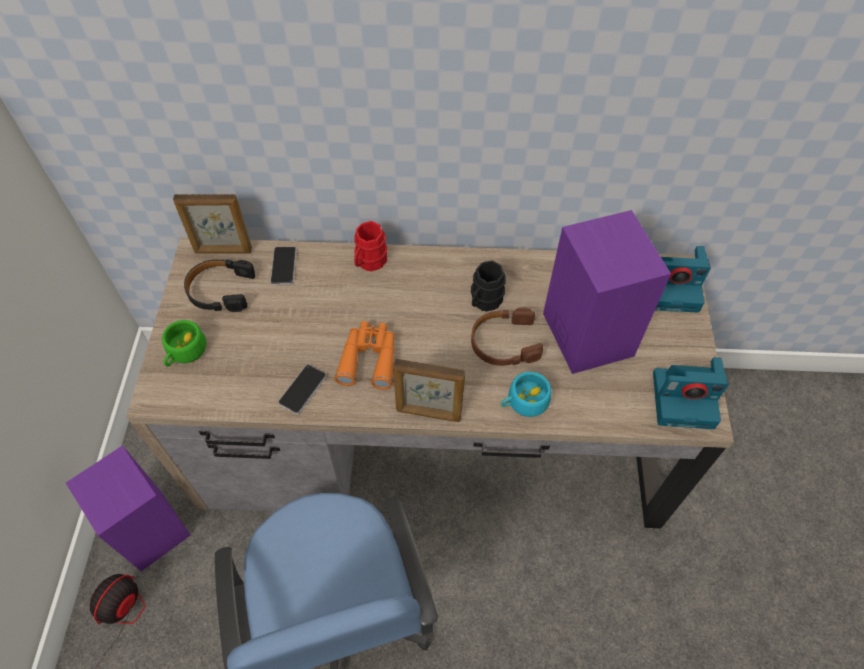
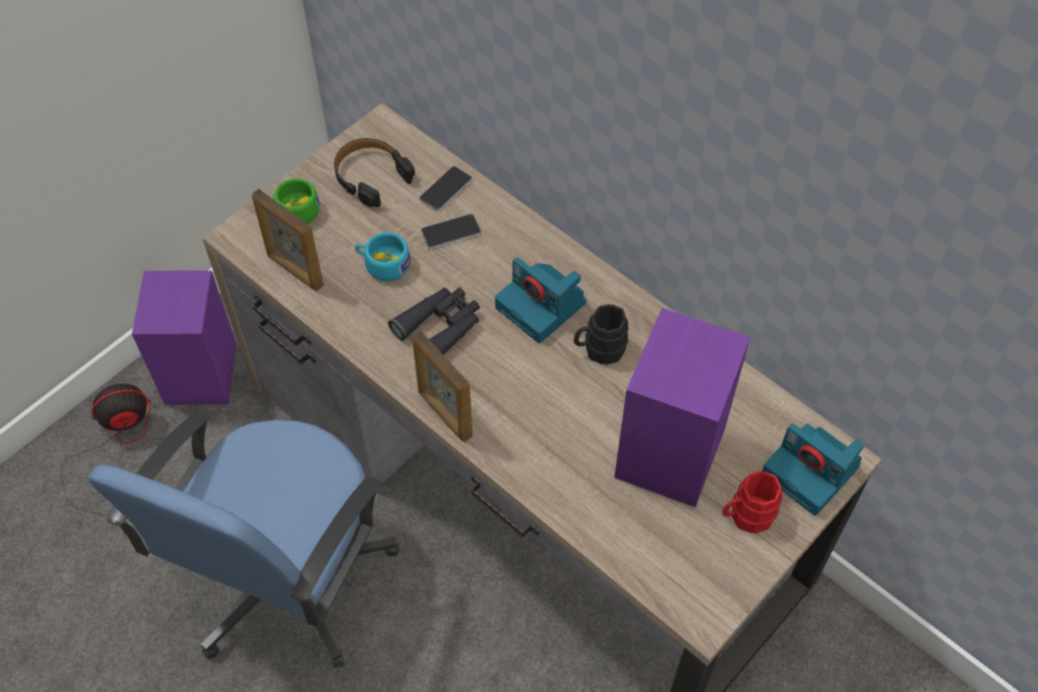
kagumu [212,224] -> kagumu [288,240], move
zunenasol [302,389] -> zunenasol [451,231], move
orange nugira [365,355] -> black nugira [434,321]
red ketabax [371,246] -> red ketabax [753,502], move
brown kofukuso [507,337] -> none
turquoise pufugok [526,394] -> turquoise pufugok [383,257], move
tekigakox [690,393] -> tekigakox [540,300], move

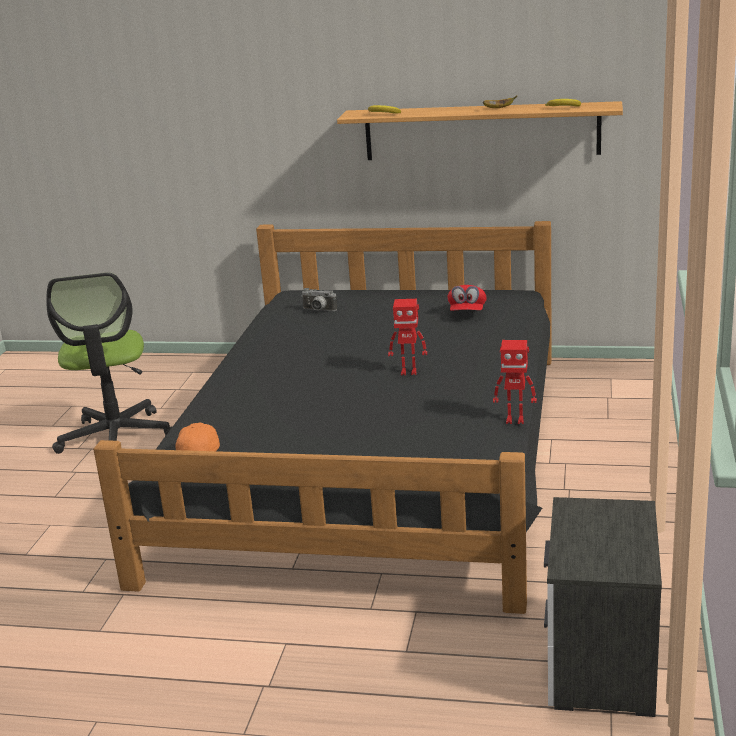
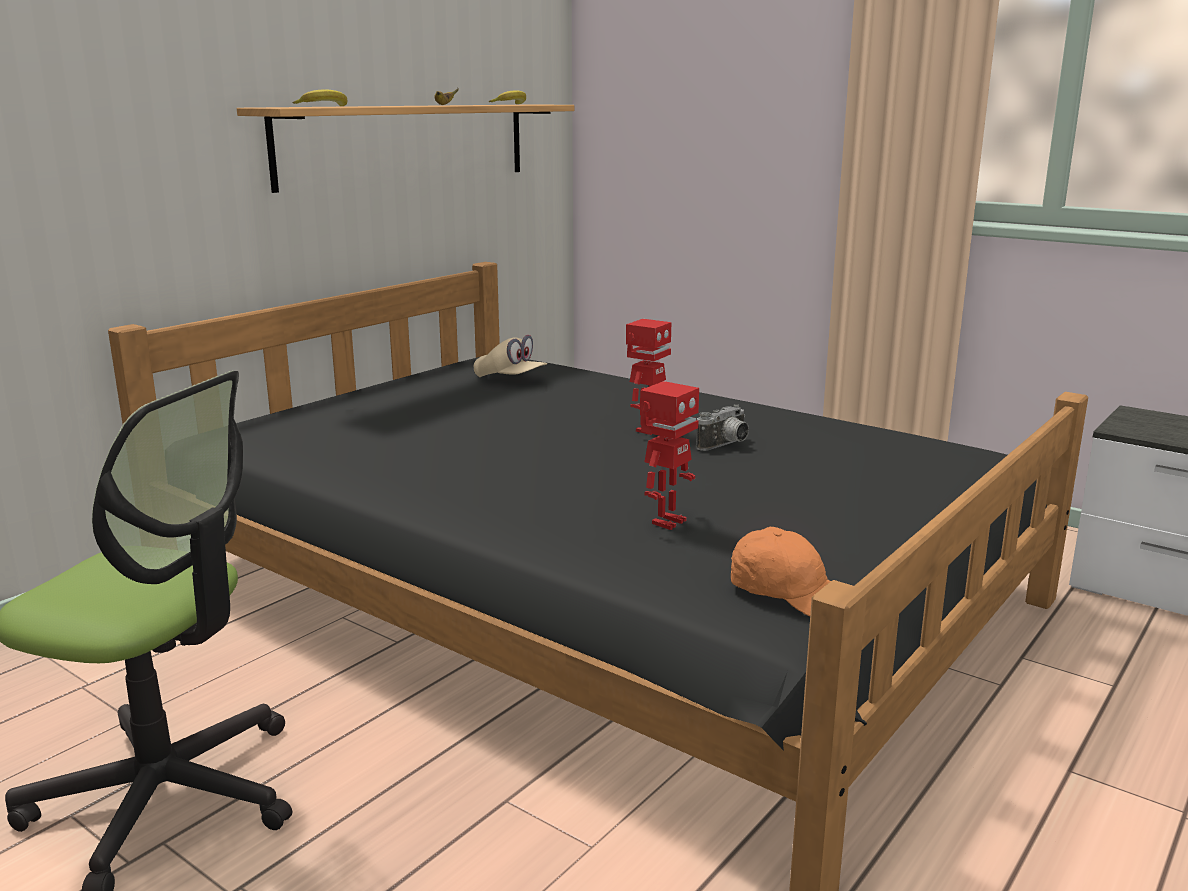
tekigakox [319,299] -> tekigakox [723,427], move
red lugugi [467,298] -> beige lugugi [510,356]
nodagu [515,382] -> nodagu [669,455], move

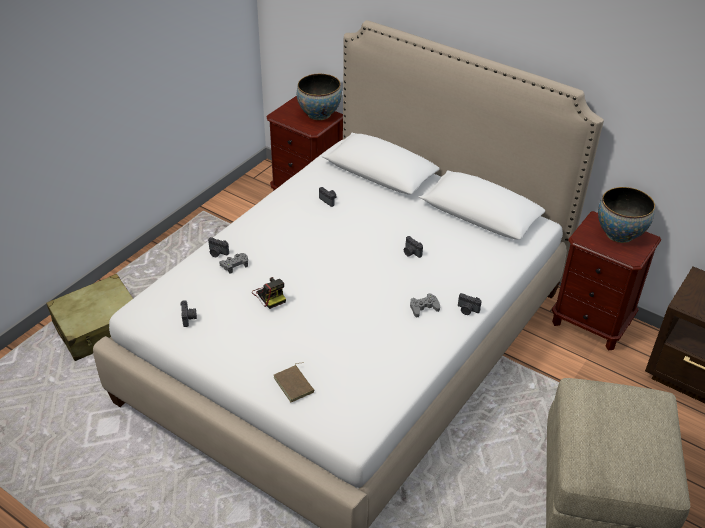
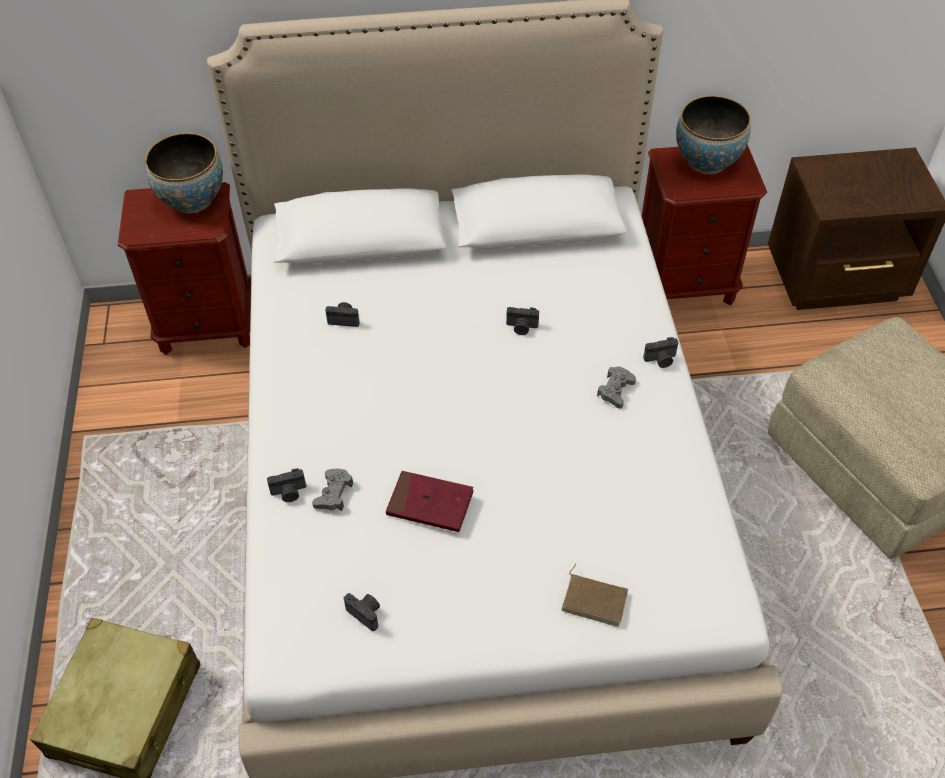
tekigakox [269,293] -> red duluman [430,501]

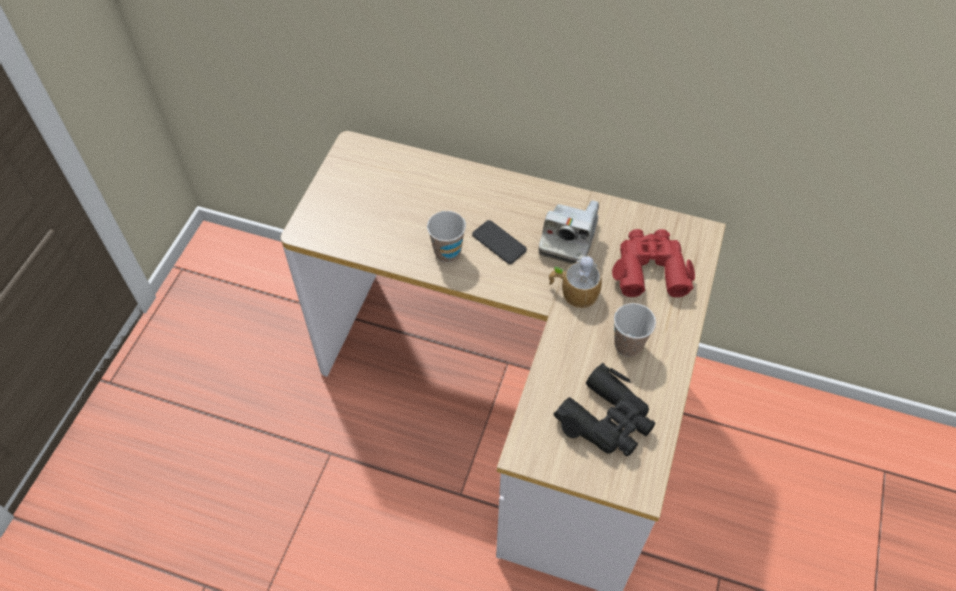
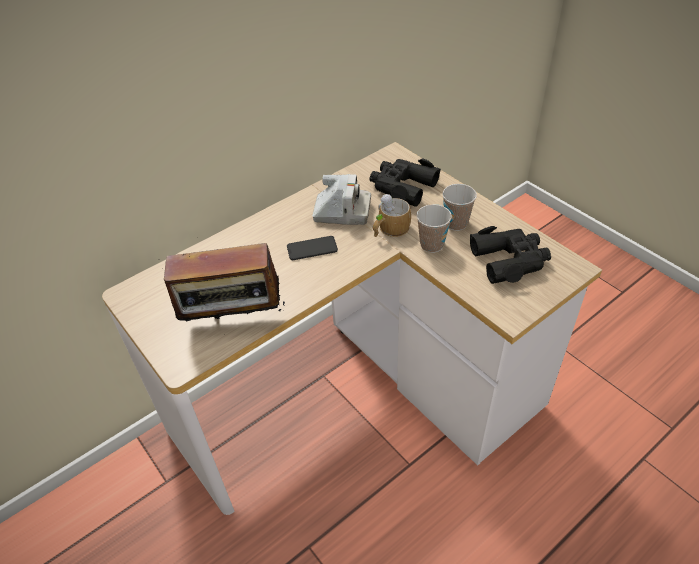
pufugok [446,237] -> pufugok [434,228], move
tekigakox [569,232] -> tekigakox [341,199], 45 degrees counterclockwise
red nugira [653,263] -> black nugira [405,183]
none -> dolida [222,289]

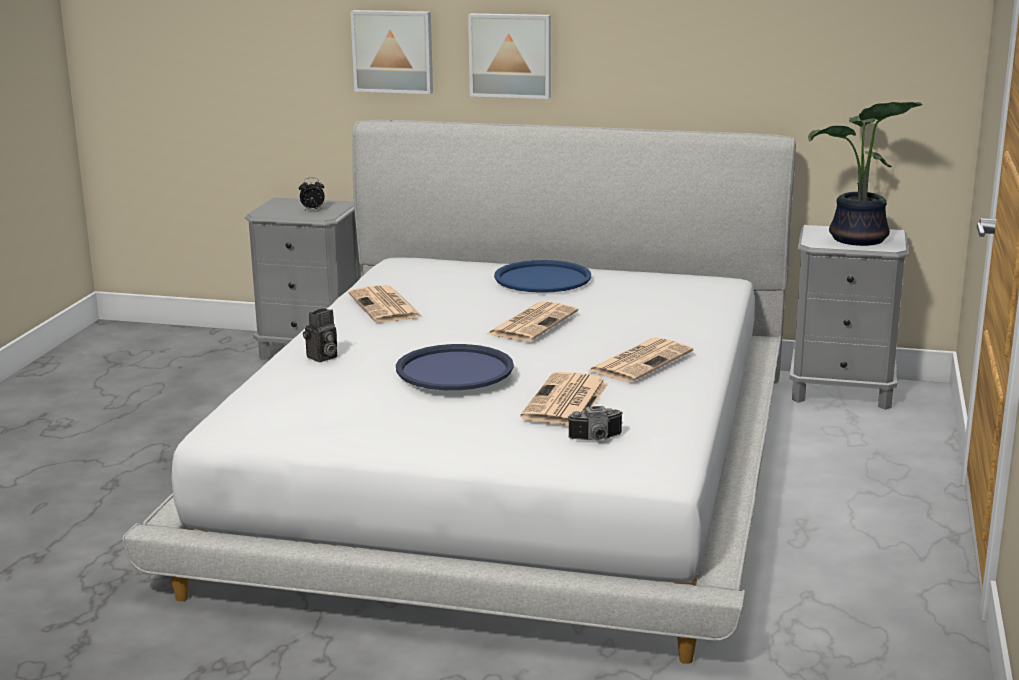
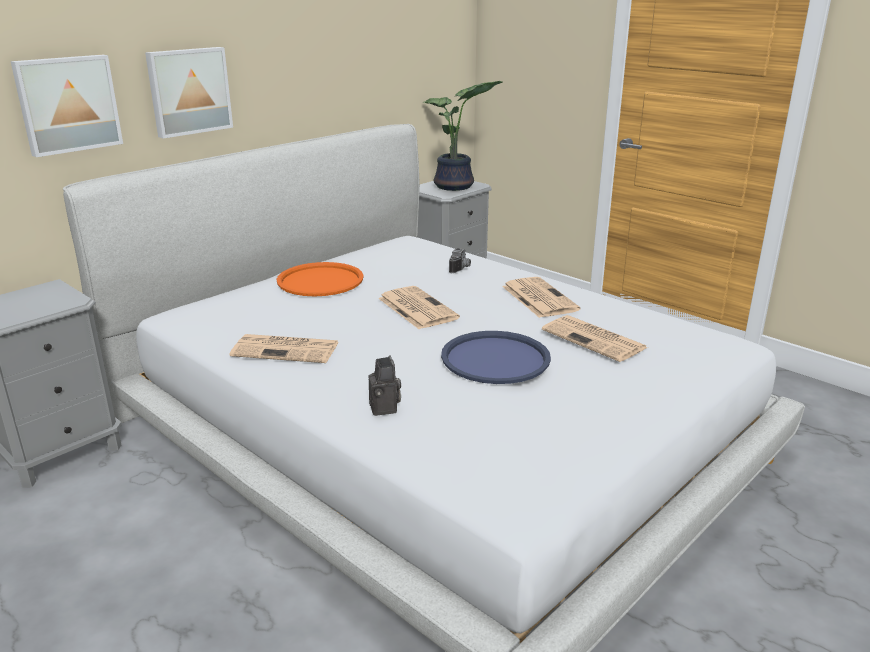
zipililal [312,194] -> none
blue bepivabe [542,276] -> orange bepivabe [320,279]
tekigakox [595,423] -> tekigakox [460,260], move

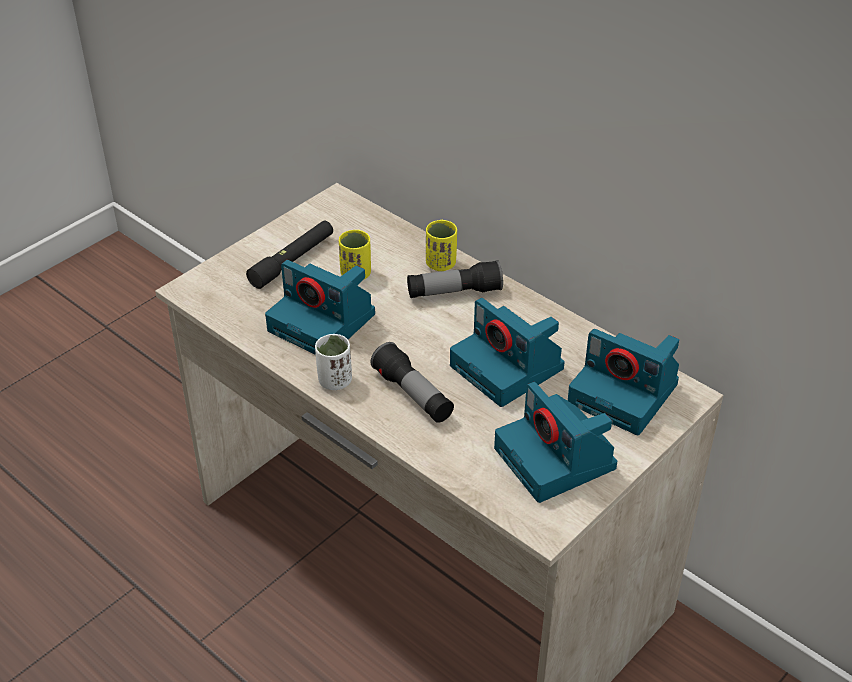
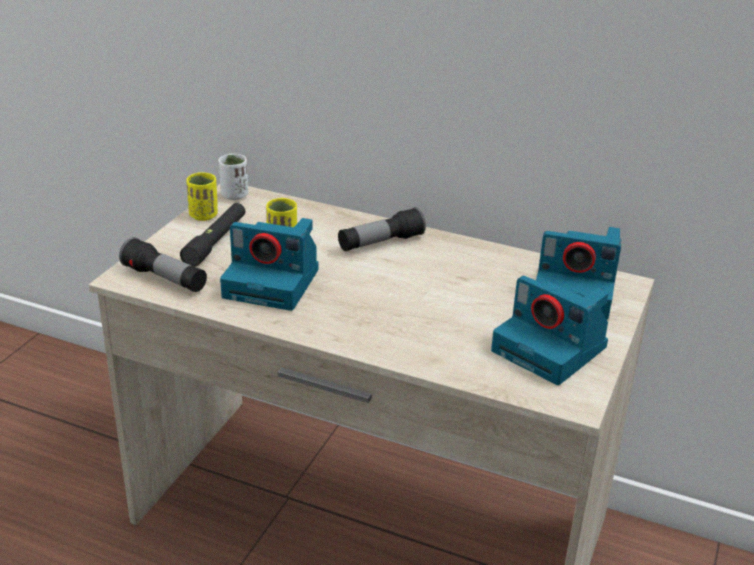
white pufugok [333,362] -> white pufugok [233,177], move
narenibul [412,382] -> narenibul [163,264], move
yellow pufugok [441,245] -> yellow pufugok [202,196], move
tekigakox [507,352] -> none

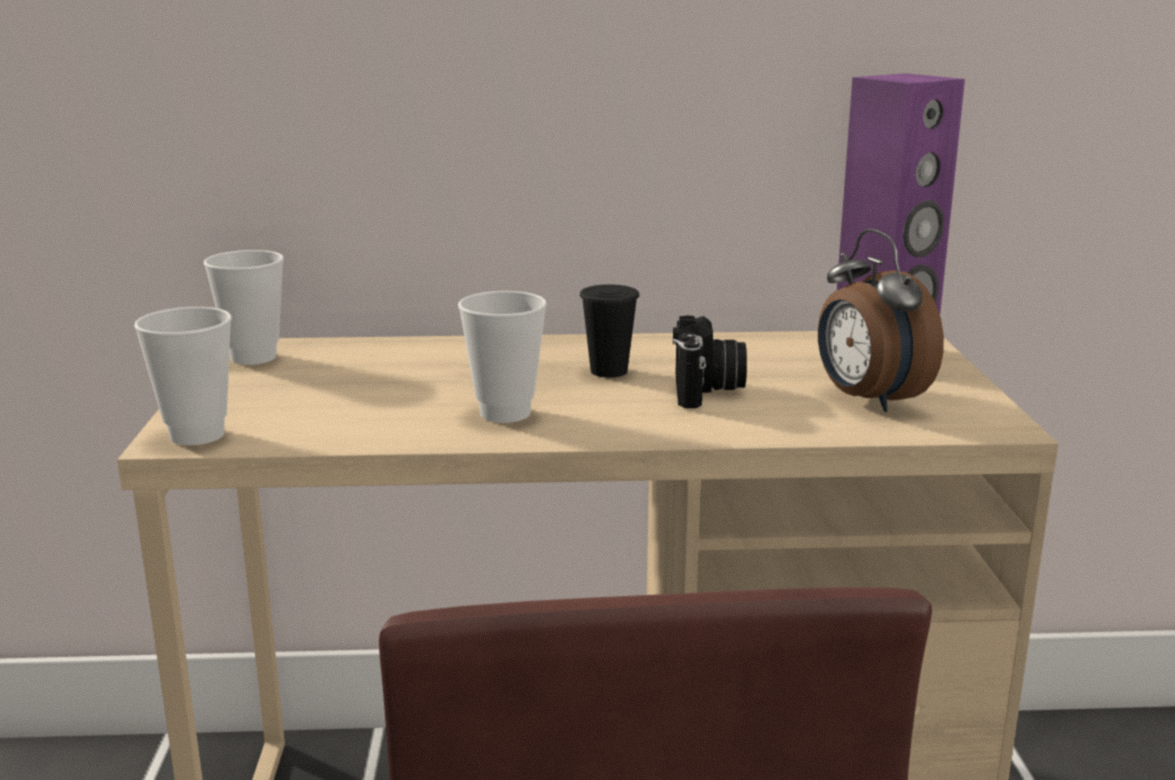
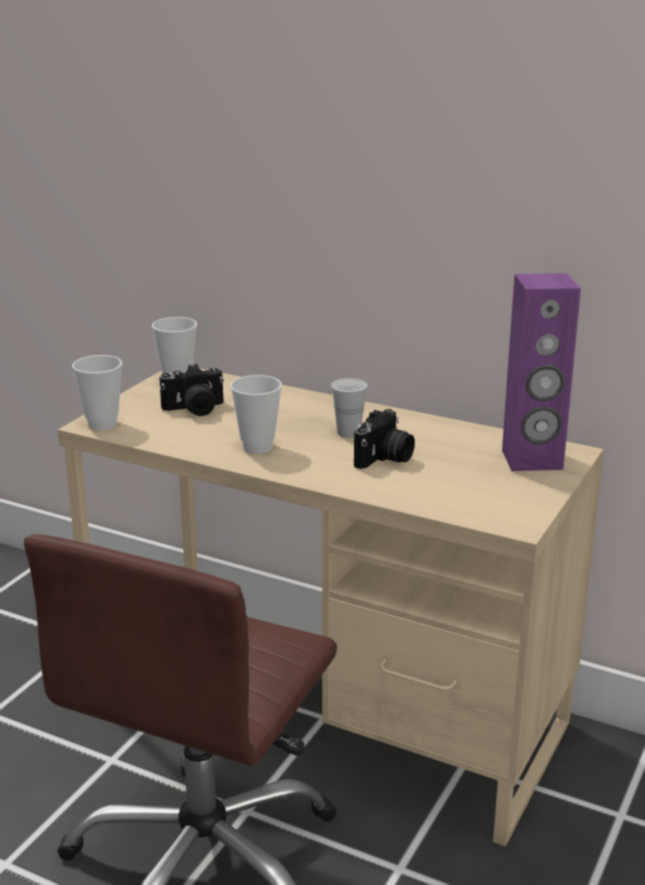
black pufugok [609,331] -> white pufugok [349,408]
zipililal [881,320] -> none
none -> tekigakox [191,390]

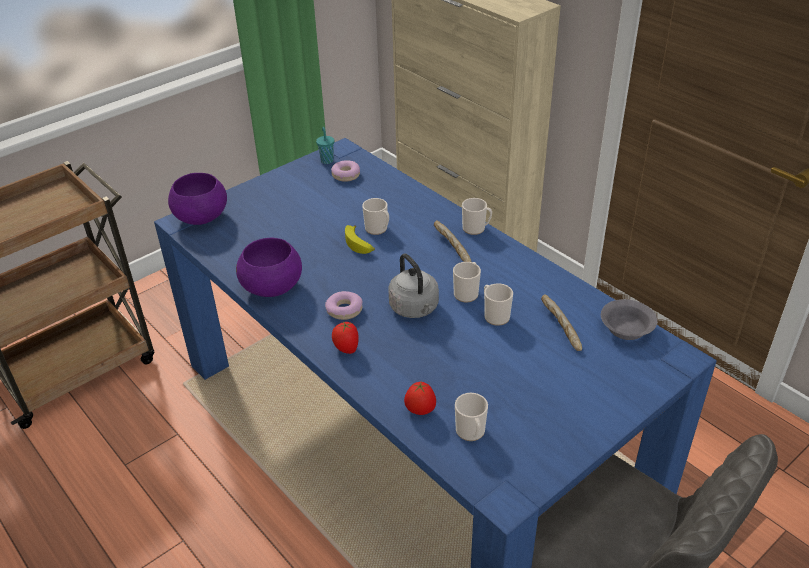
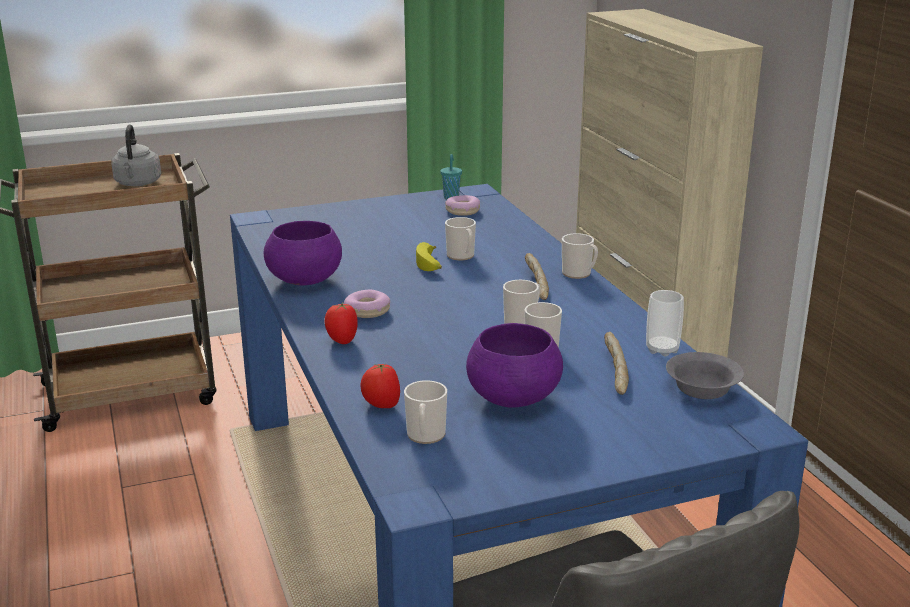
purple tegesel [197,199] -> purple tegesel [514,365], move
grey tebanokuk [413,286] -> grey tebanokuk [136,155], move
none -> pufugok [665,323]

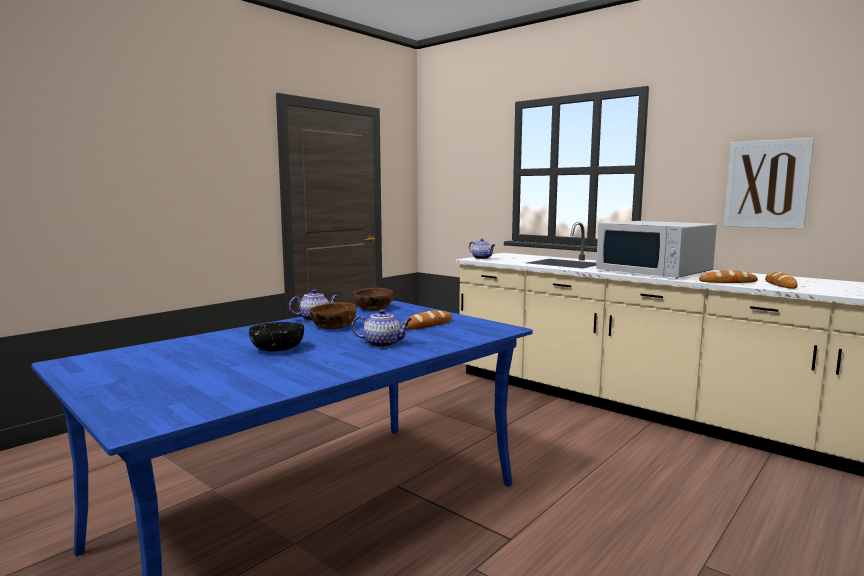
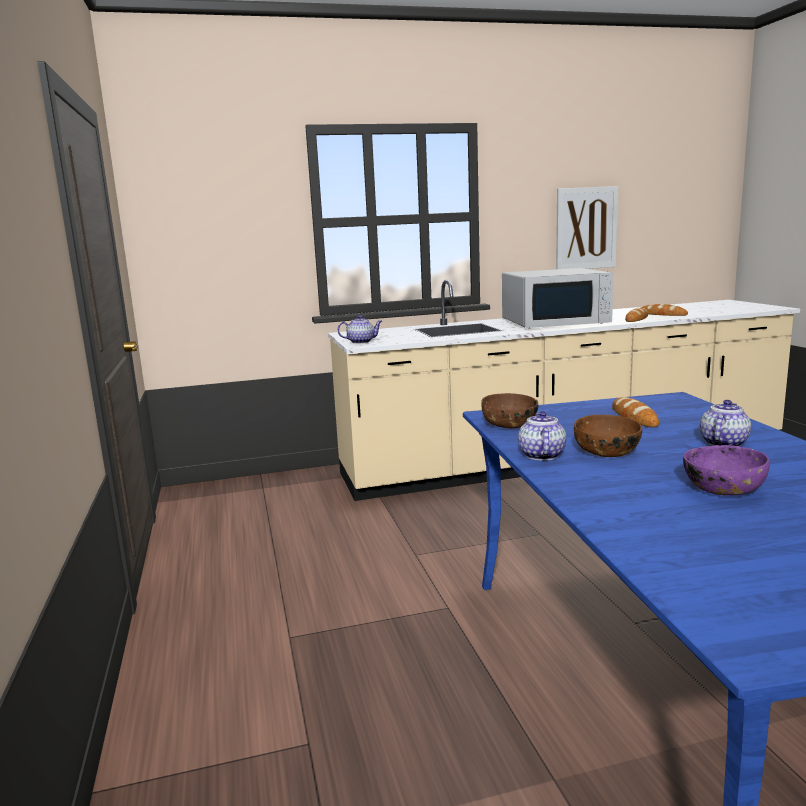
black tegesel [276,336] -> purple tegesel [726,470]

